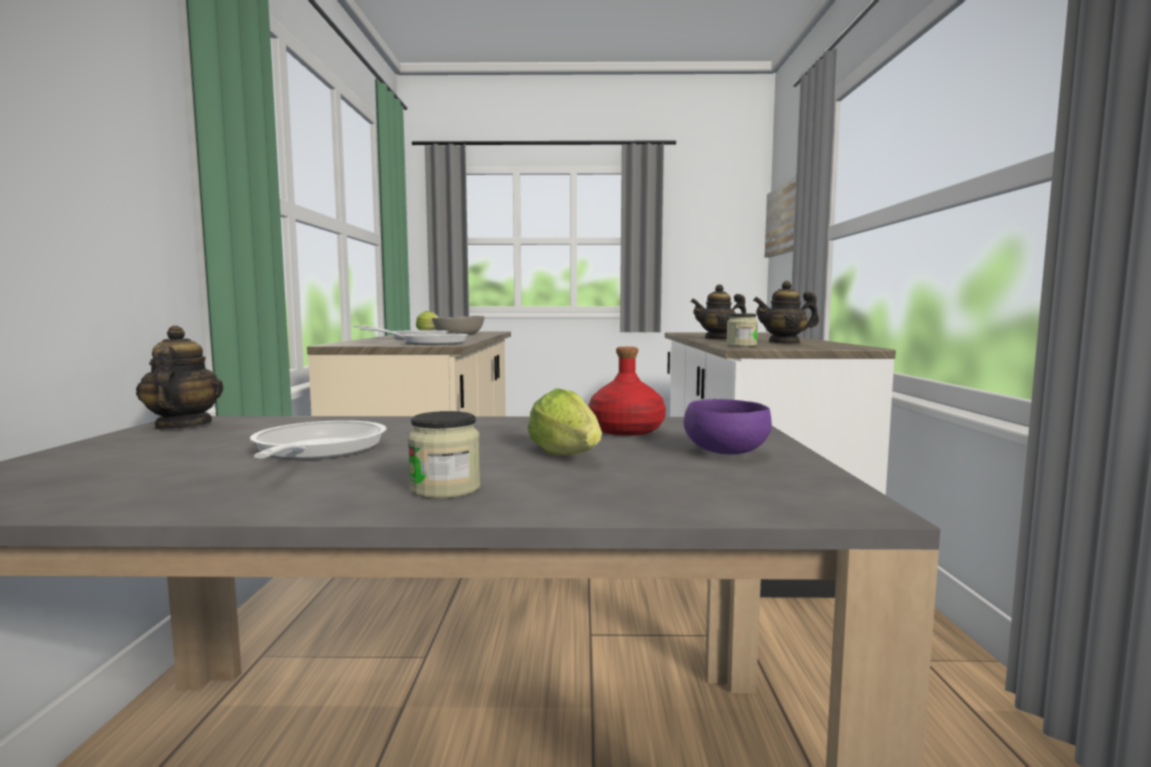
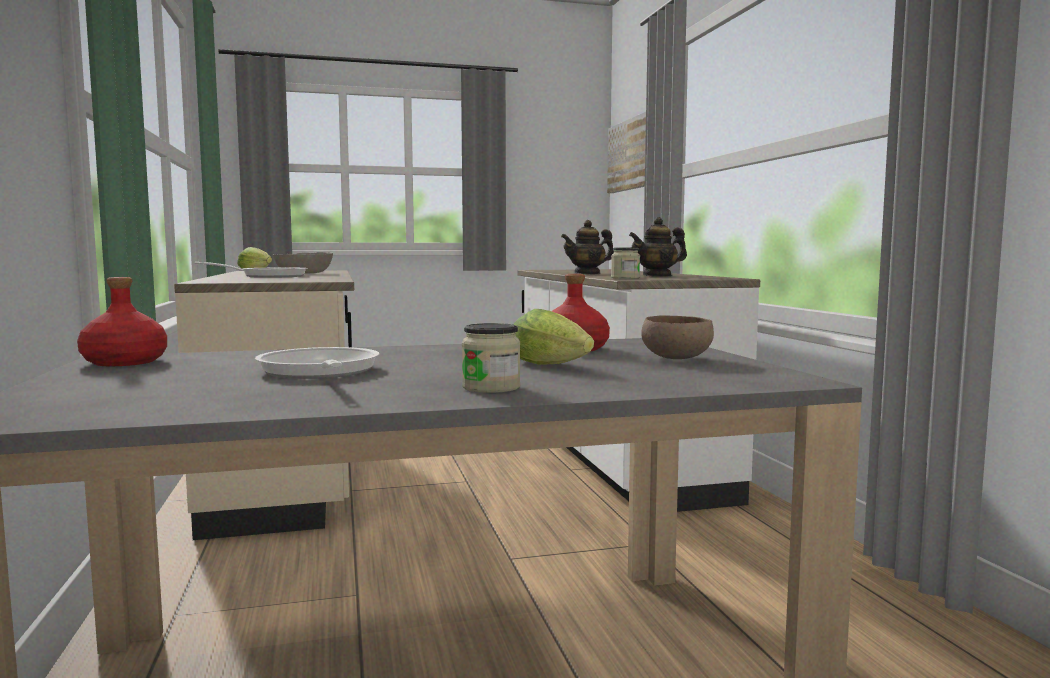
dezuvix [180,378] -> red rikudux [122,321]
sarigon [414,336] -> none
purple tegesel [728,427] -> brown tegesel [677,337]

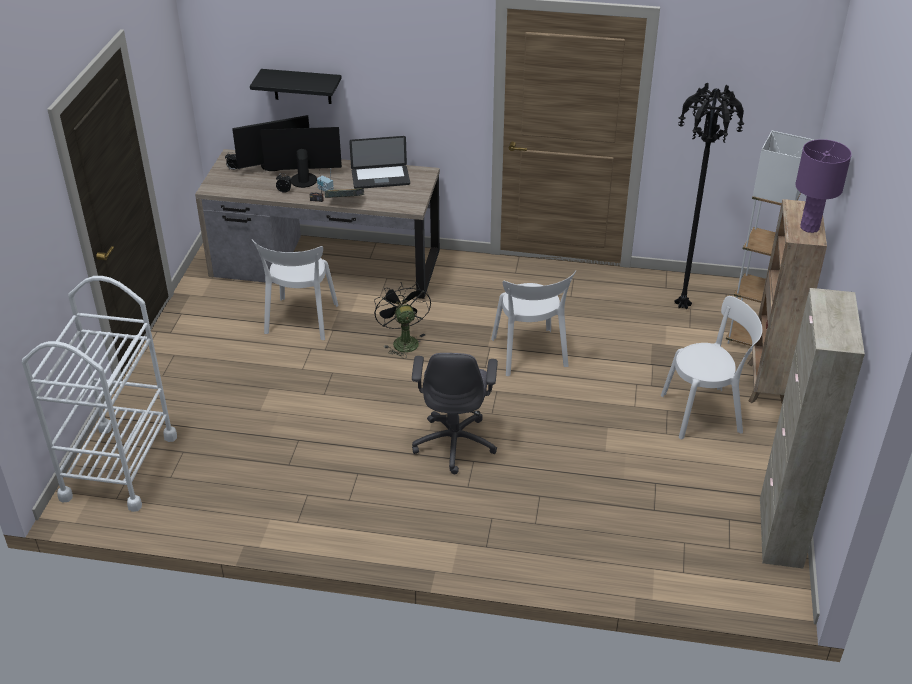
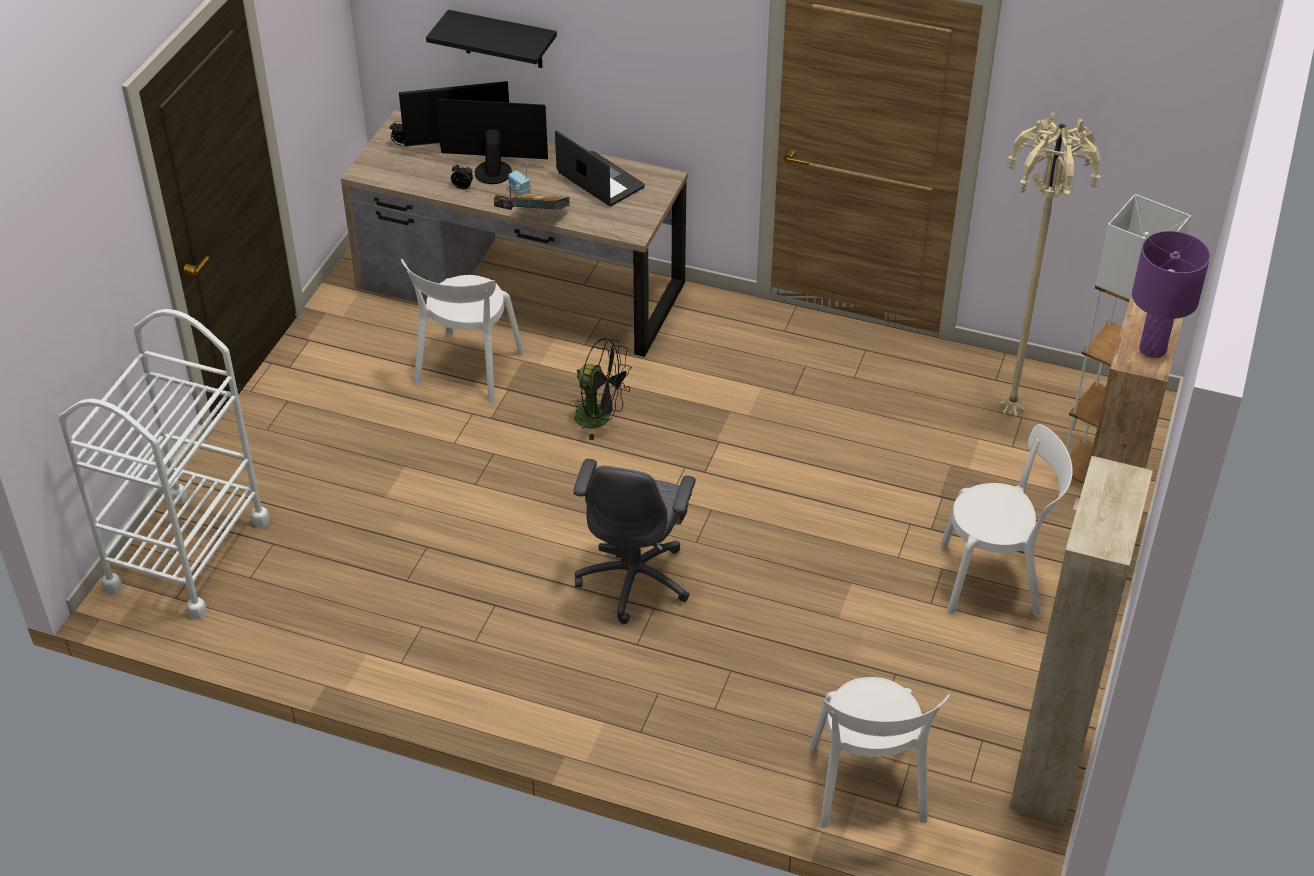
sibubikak [379,162] -> sibubikak [600,168], 135 degrees counterclockwise
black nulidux [402,320] -> black nulidux [600,389], 120 degrees clockwise
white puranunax [533,323] -> white puranunax [879,752], move
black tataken [709,196] -> beige tataken [1050,265]

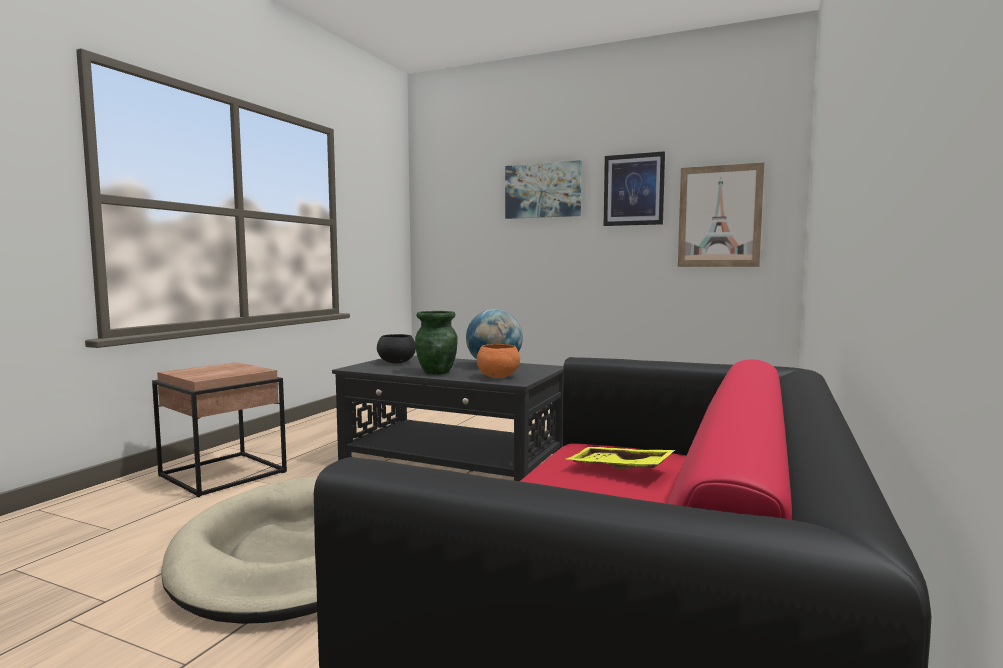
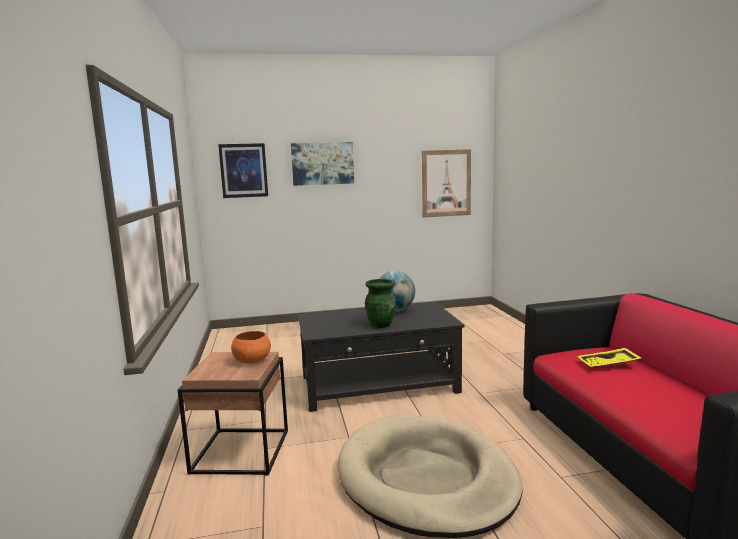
black tegesel [396,348] -> none
orange tegesel [498,361] -> orange tegesel [251,347], move
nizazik [634,188] -> nizazik [243,170], move

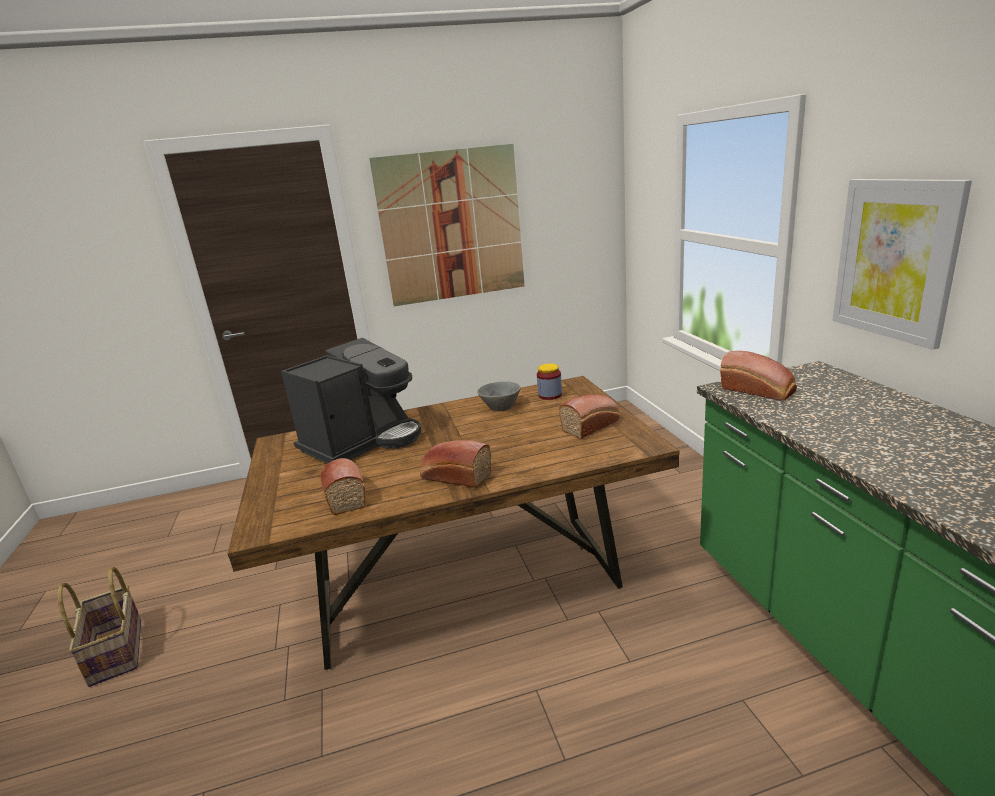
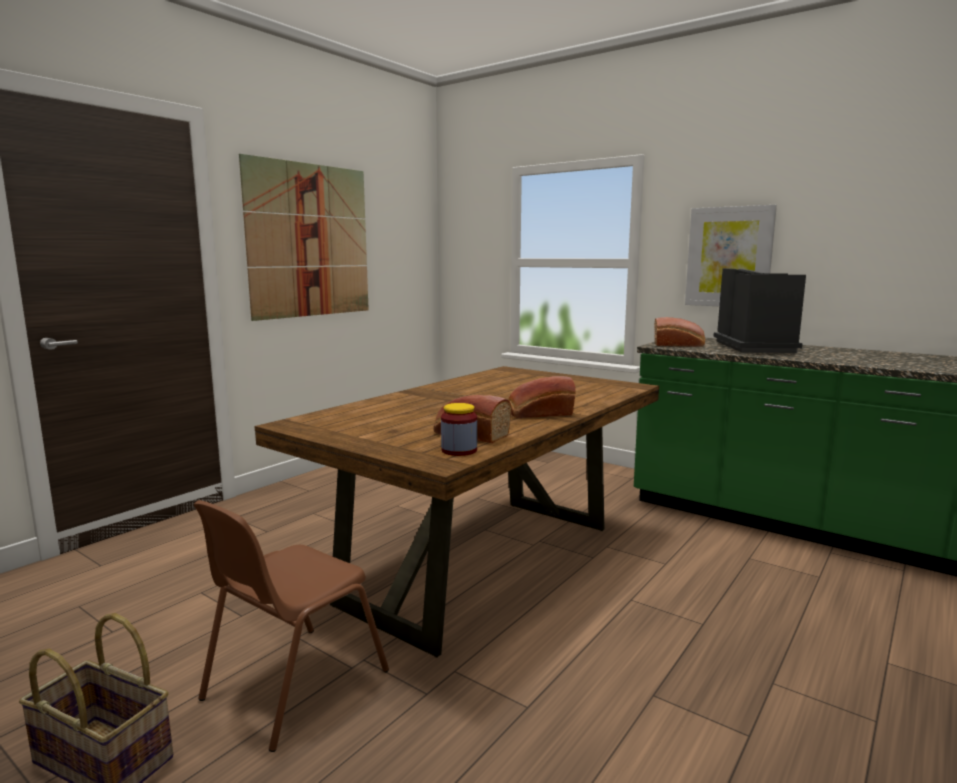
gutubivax [351,401] -> gutubivax [759,310], move
grey tegesel [499,396] -> none
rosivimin [549,382] -> rosivimin [459,429], move
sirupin [589,417] -> none
none -> brown puranunax [291,626]

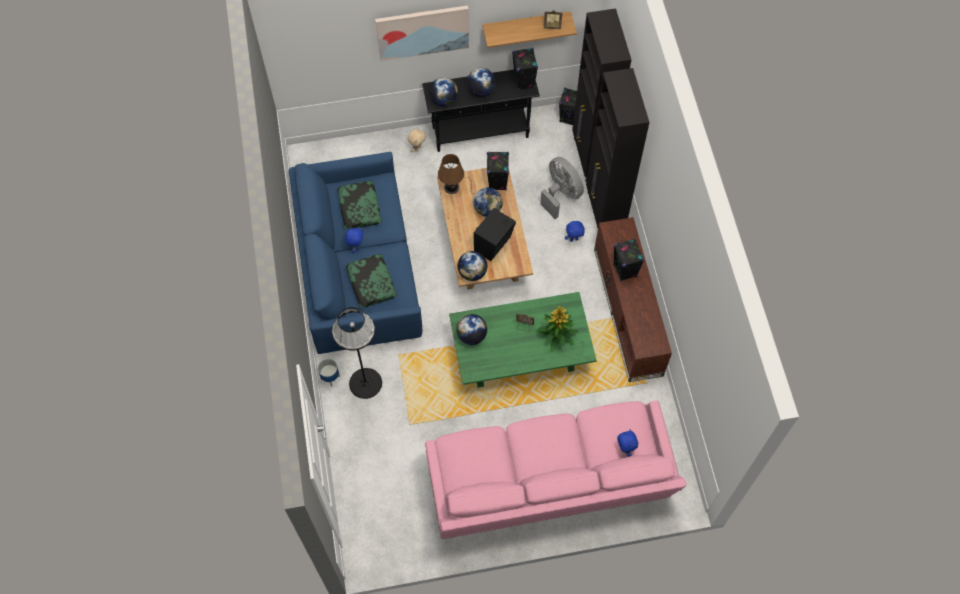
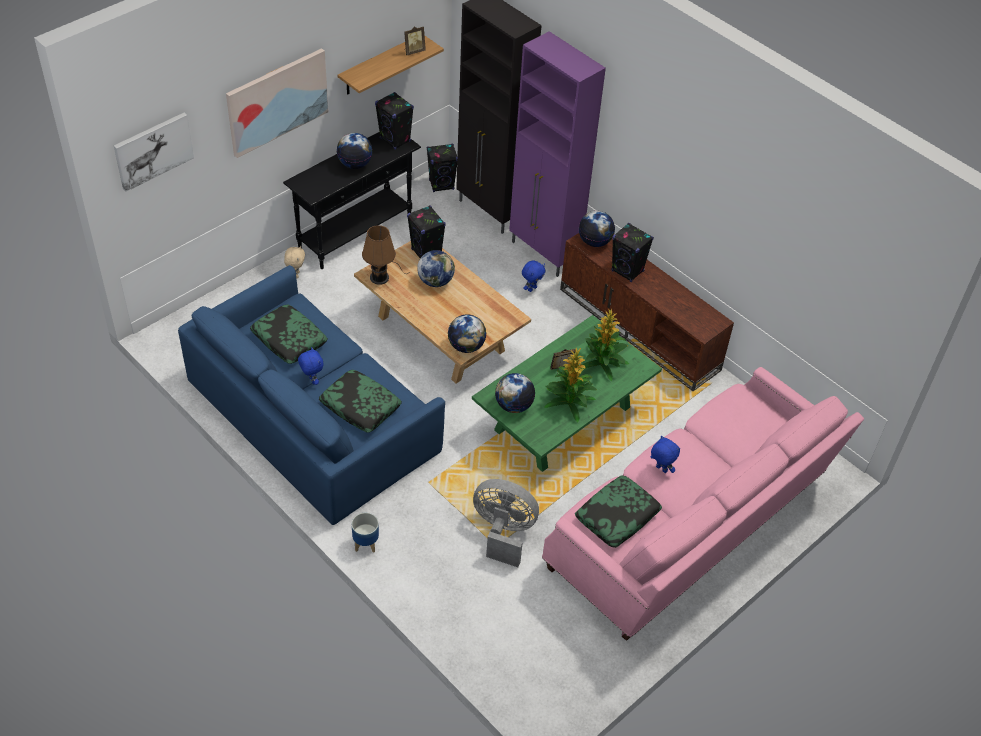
black tataken [357,353] -> none
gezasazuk [443,92] -> gezasazuk [597,229], move
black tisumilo [495,234] -> none
grey nulidux [562,188] -> grey nulidux [506,523], move
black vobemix [618,148] -> purple vobemix [557,154]
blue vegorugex [627,443] -> blue vegorugex [665,454], move
none -> nizazik [154,152]
none -> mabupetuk [570,384]
none -> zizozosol [618,511]

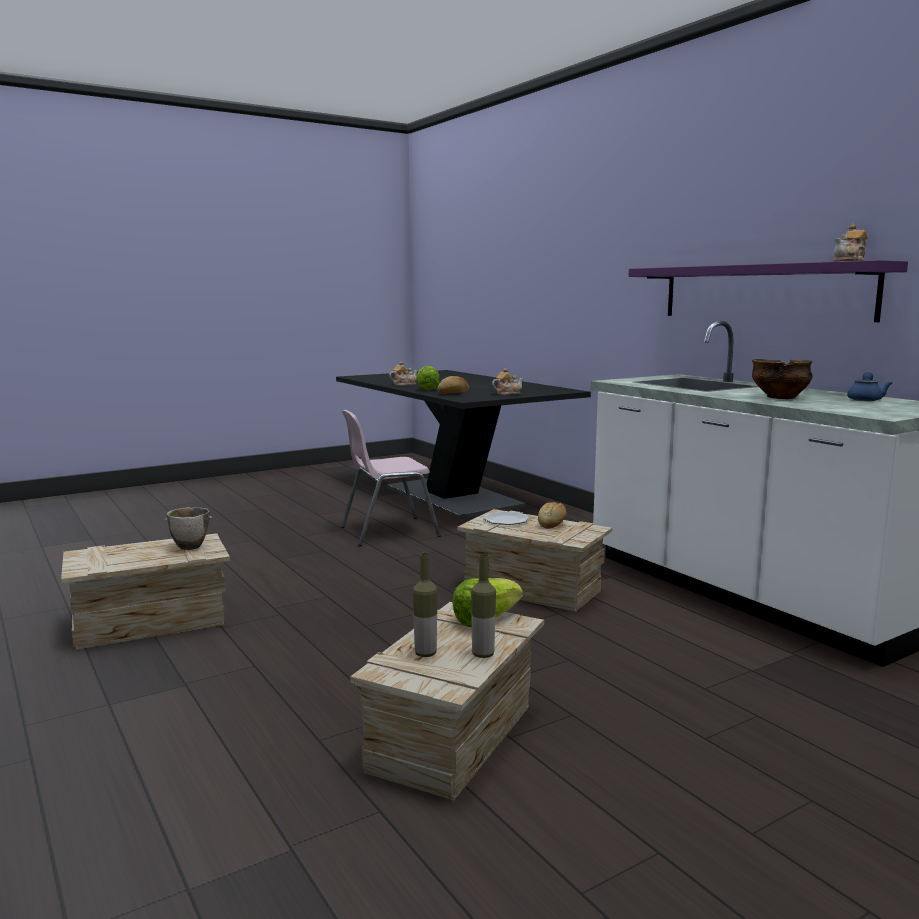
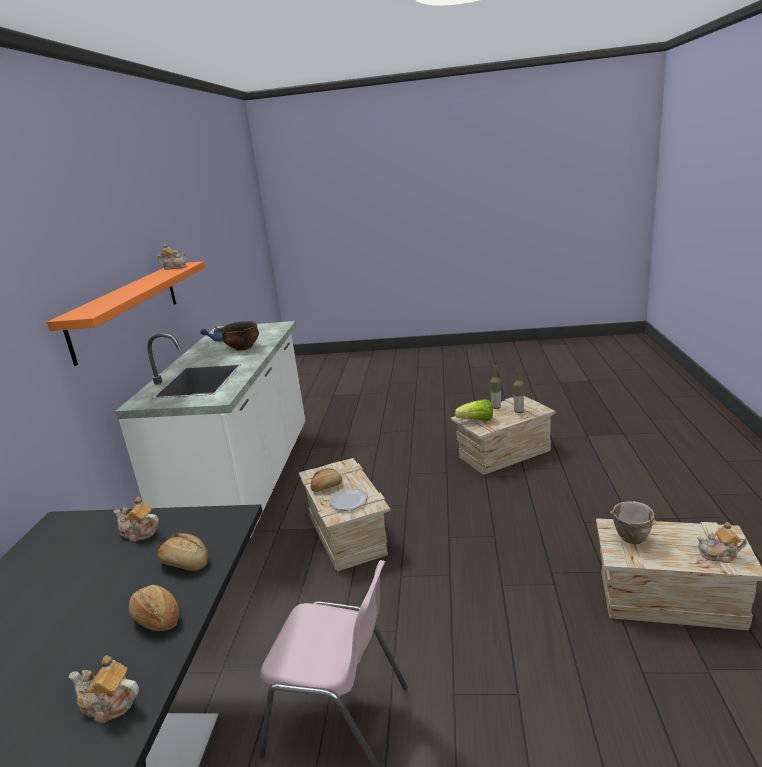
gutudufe [428,378] -> sirupin [154,608]
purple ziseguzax [768,291] -> orange ziseguzax [126,313]
none -> dezuvix [722,542]

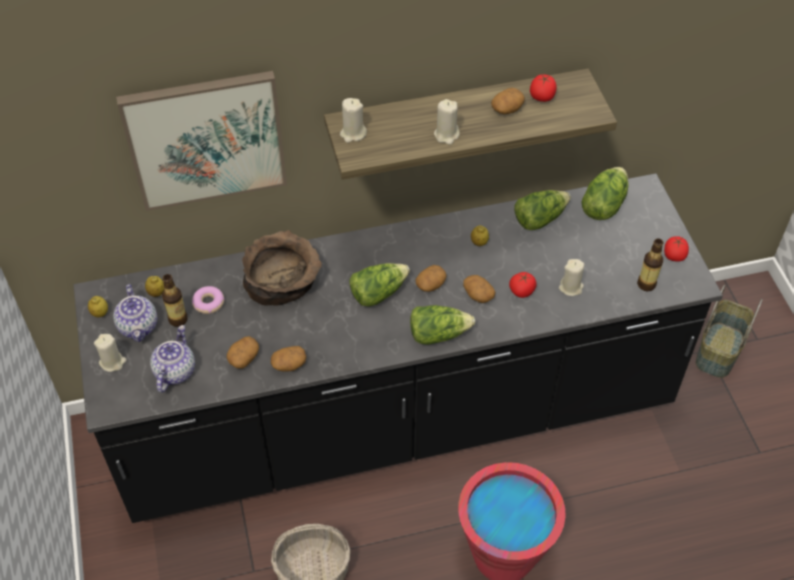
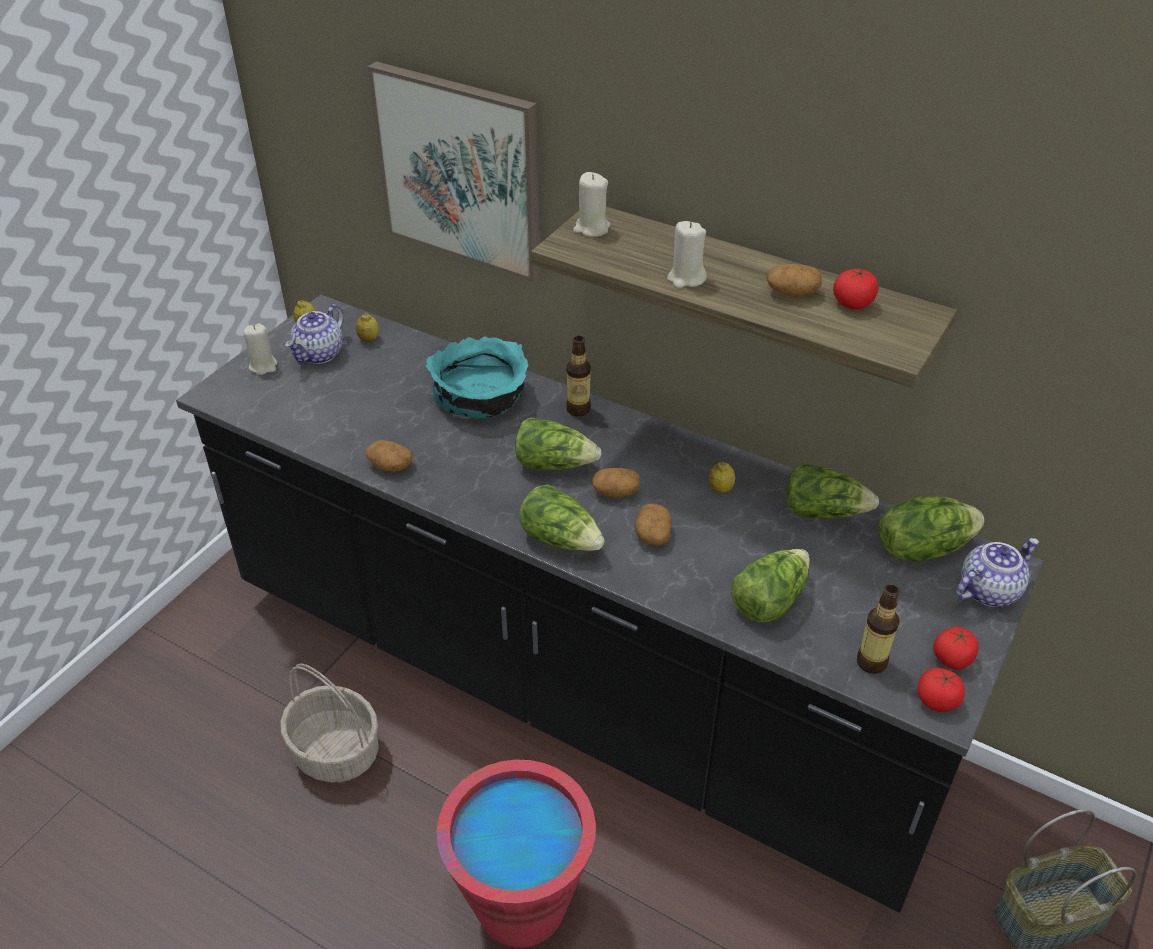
dezuvix [172,359] -> dezuvix [997,572], move
rikudux [175,300] -> rikudux [578,376], move
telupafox [208,300] -> none
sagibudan [243,352] -> none
brown tegesel [282,268] -> turquoise tegesel [477,378]
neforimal [523,285] -> neforimal [941,690], move
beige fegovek [571,277] -> gutudufe [770,585]

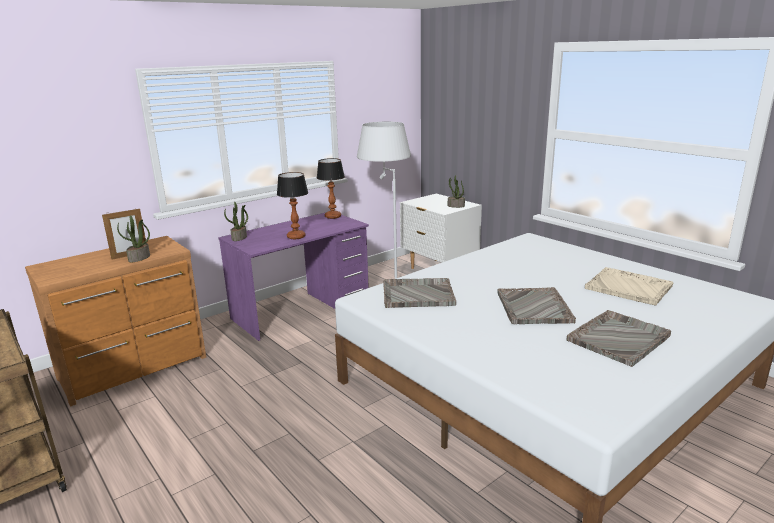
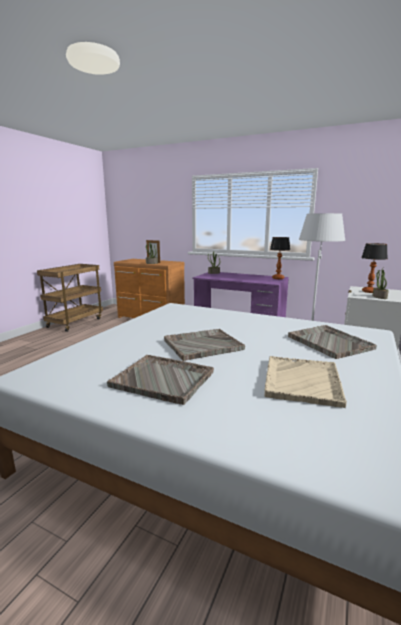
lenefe [292,205] -> lenefe [374,268], move
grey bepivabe [419,293] -> grey bepivabe [332,342], move

